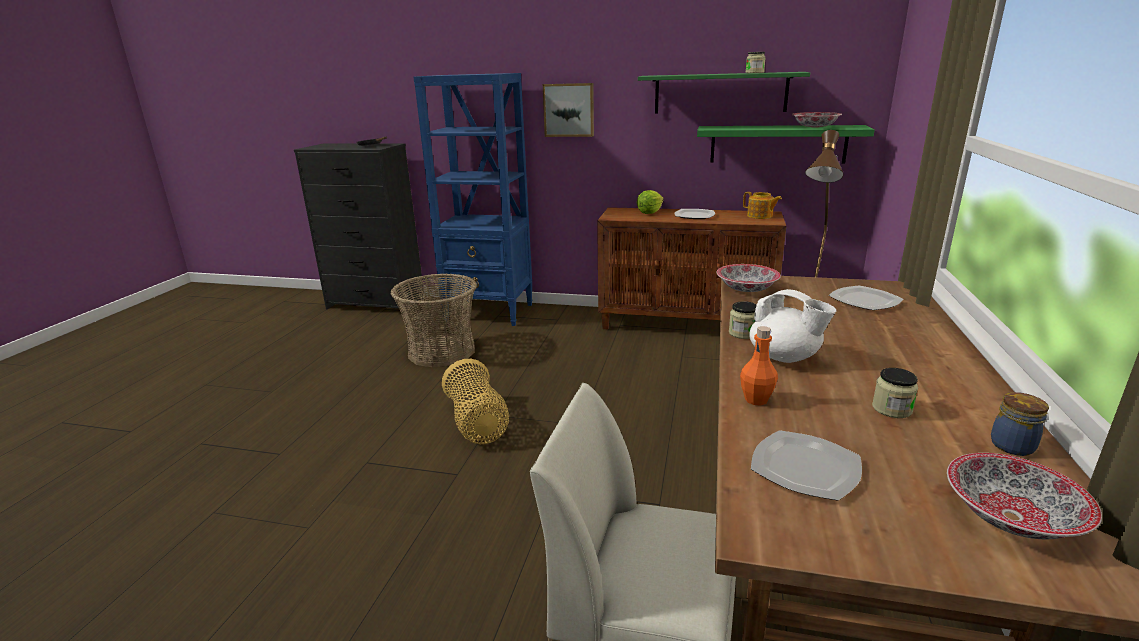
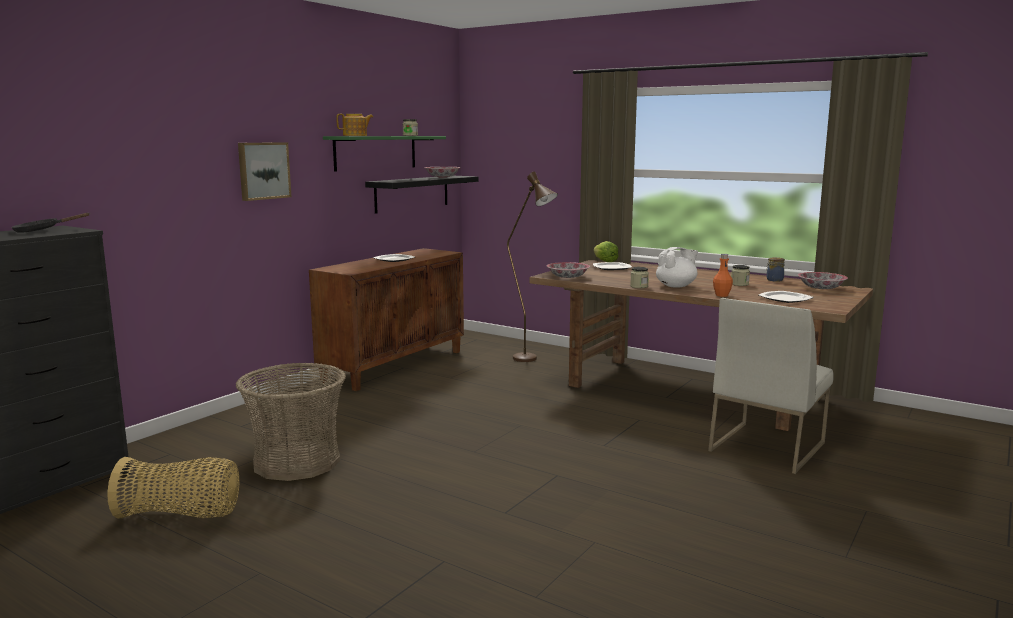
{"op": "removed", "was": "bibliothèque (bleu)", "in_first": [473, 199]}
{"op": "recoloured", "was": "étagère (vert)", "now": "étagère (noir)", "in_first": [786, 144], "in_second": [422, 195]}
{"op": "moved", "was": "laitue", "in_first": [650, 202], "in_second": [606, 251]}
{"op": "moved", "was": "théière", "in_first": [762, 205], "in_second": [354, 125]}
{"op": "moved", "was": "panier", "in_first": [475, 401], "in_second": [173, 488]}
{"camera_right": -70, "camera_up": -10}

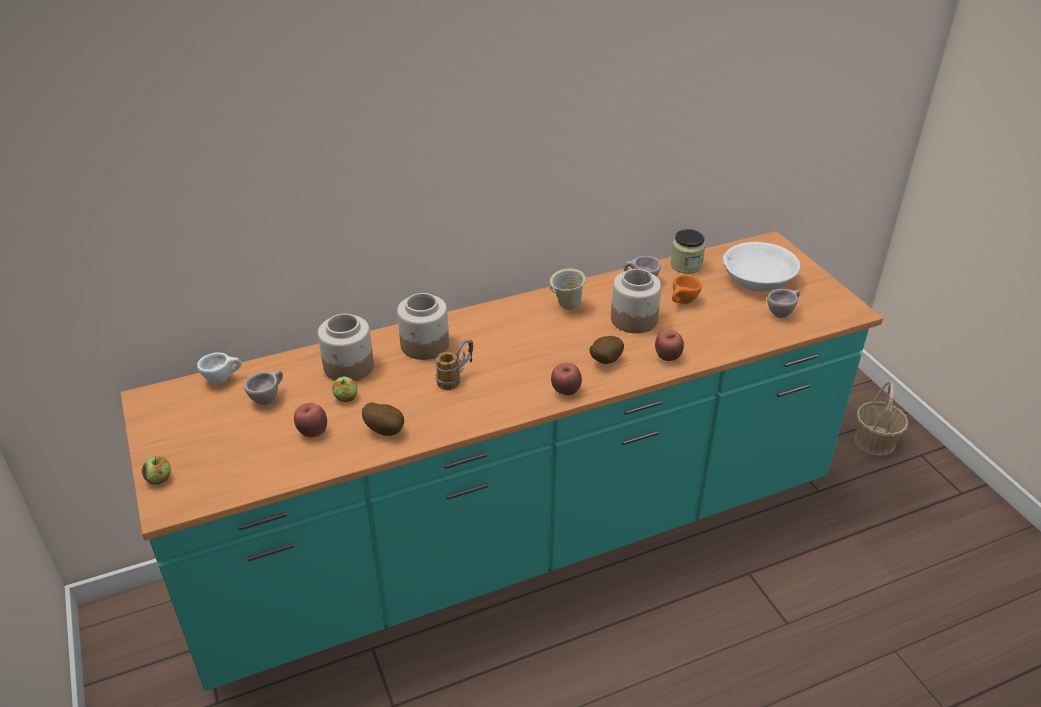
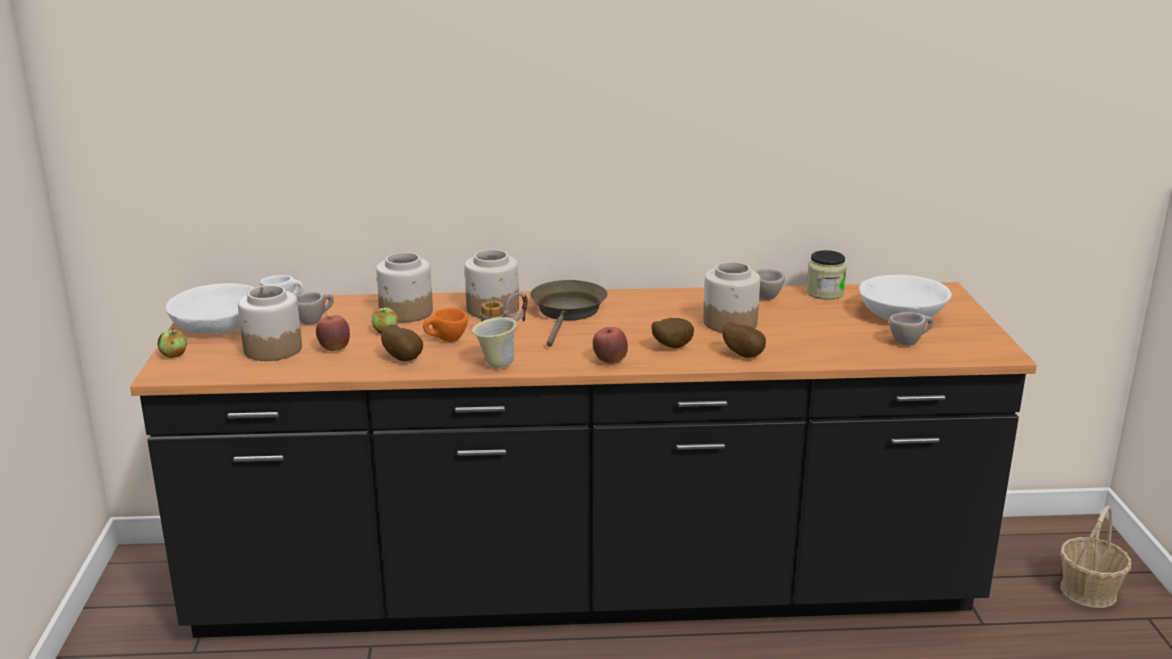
{"op": "recoloured", "was": "comptoir de cuisine (turquoise)", "now": "comptoir de cuisine (noir)", "in_first": [501, 461], "in_second": [583, 460]}
{"op": "moved", "was": "mug (beige)", "in_first": [568, 289], "in_second": [494, 343]}
{"op": "moved", "was": "tasse (orange)", "in_first": [687, 289], "in_second": [445, 325]}
{"op": "replaced", "was": "pomme", "now": "pomme de terre", "in_first": [669, 345], "in_second": [744, 340]}
{"op": "added", "now": "poêle (marron)", "in_second": [569, 313]}
{"op": "added", "now": "bol (blanc)", "in_second": [210, 308]}
{"op": "added", "now": "bocal", "in_second": [270, 323]}
{"camera_right": 20, "camera_up": -15}

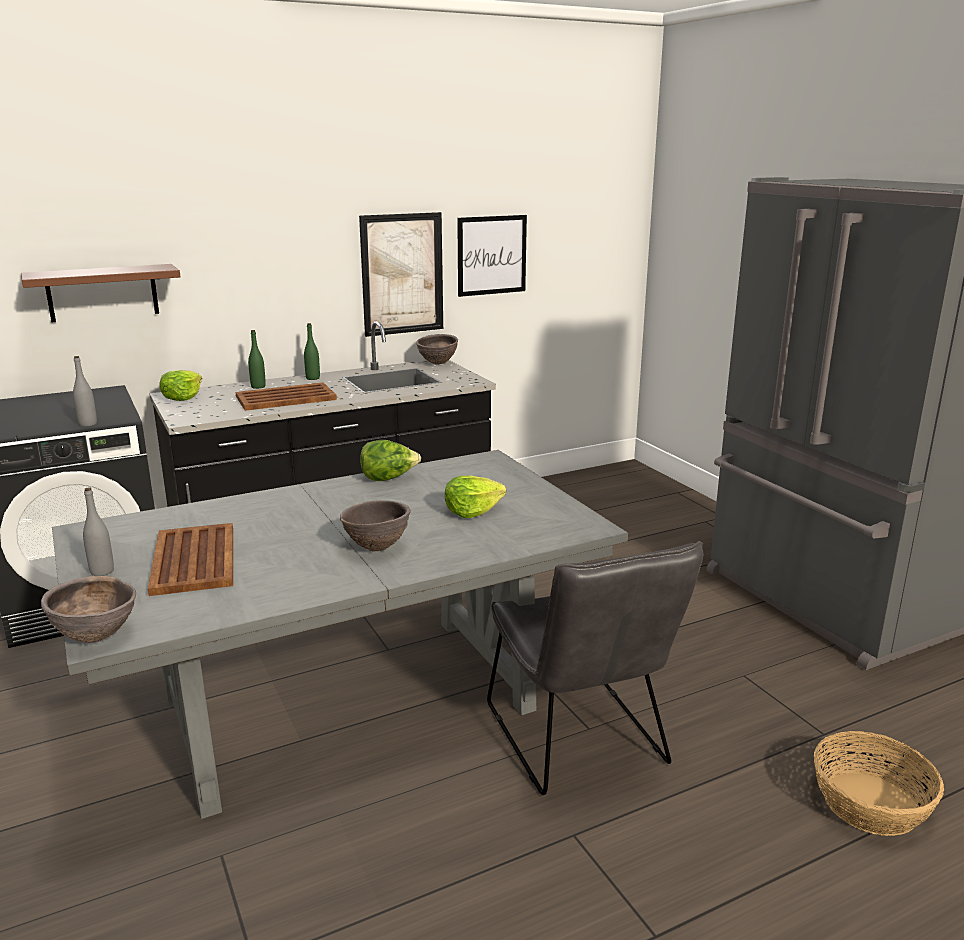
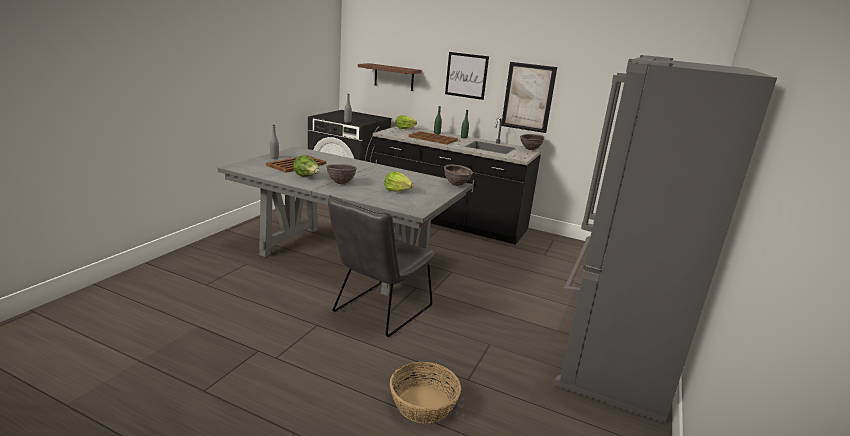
{"op": "moved", "was": "tableau", "in_first": [492, 256], "in_second": [467, 76]}
{"op": "moved", "was": "laitue", "in_first": [390, 460], "in_second": [306, 166]}
{"op": "moved", "was": "bol (marron)", "in_first": [88, 609], "in_second": [458, 175]}
{"camera_right": 50, "camera_up": 0}

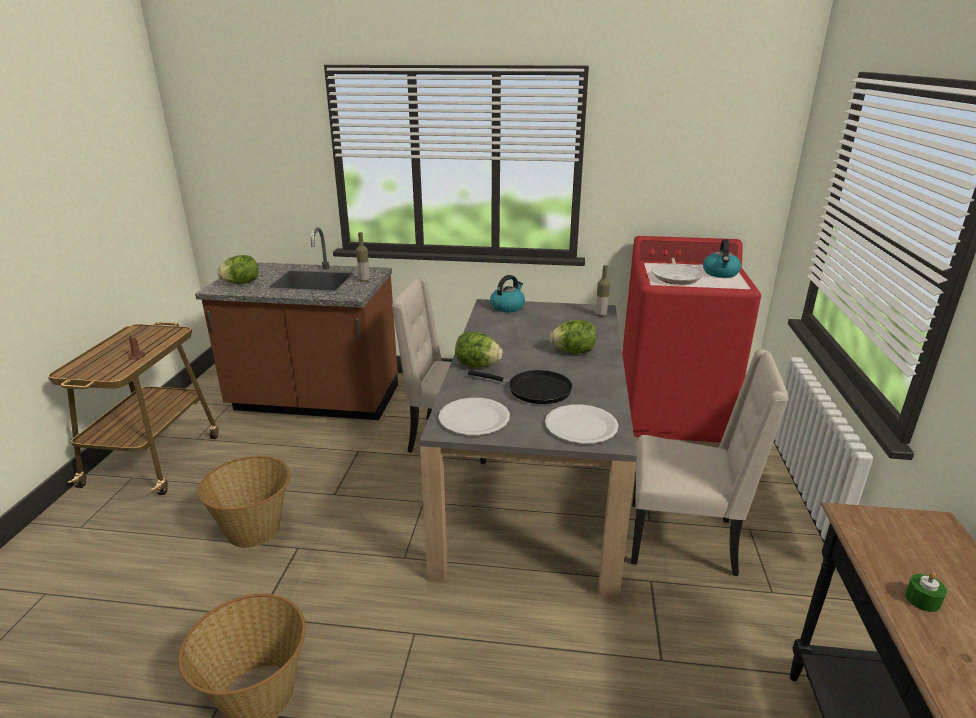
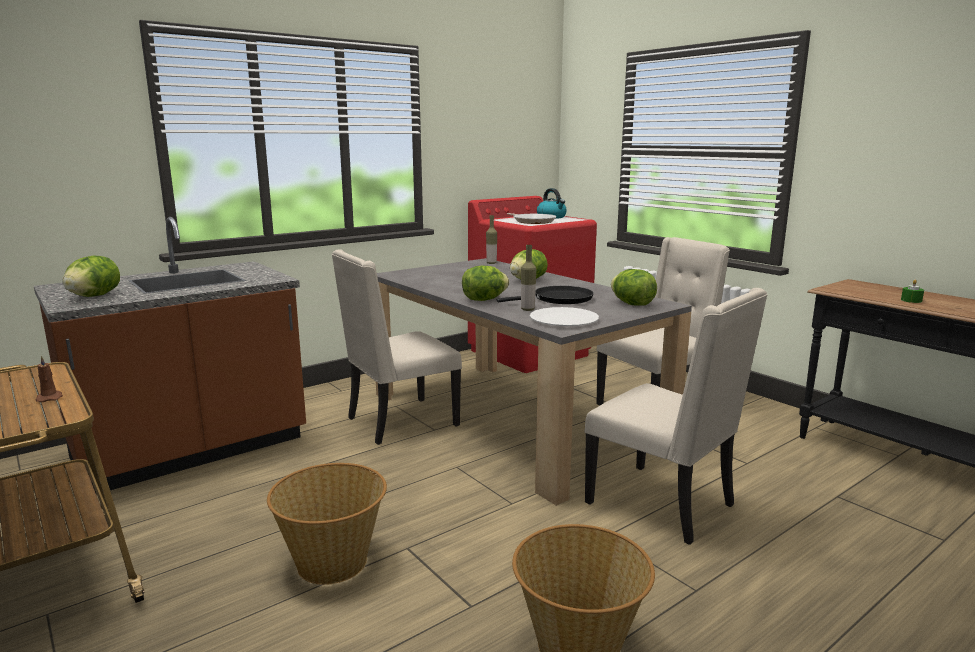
{"op": "moved", "was": "bouteille", "in_first": [363, 257], "in_second": [528, 278]}
{"op": "removed", "was": "bouilloire", "in_first": [507, 293]}
{"op": "replaced", "was": "assiette (blanc)", "now": "laitue", "in_first": [582, 424], "in_second": [634, 287]}
{"op": "added", "now": "chaise (beige)", "in_second": [676, 416]}
{"camera_right": -45, "camera_up": -10}

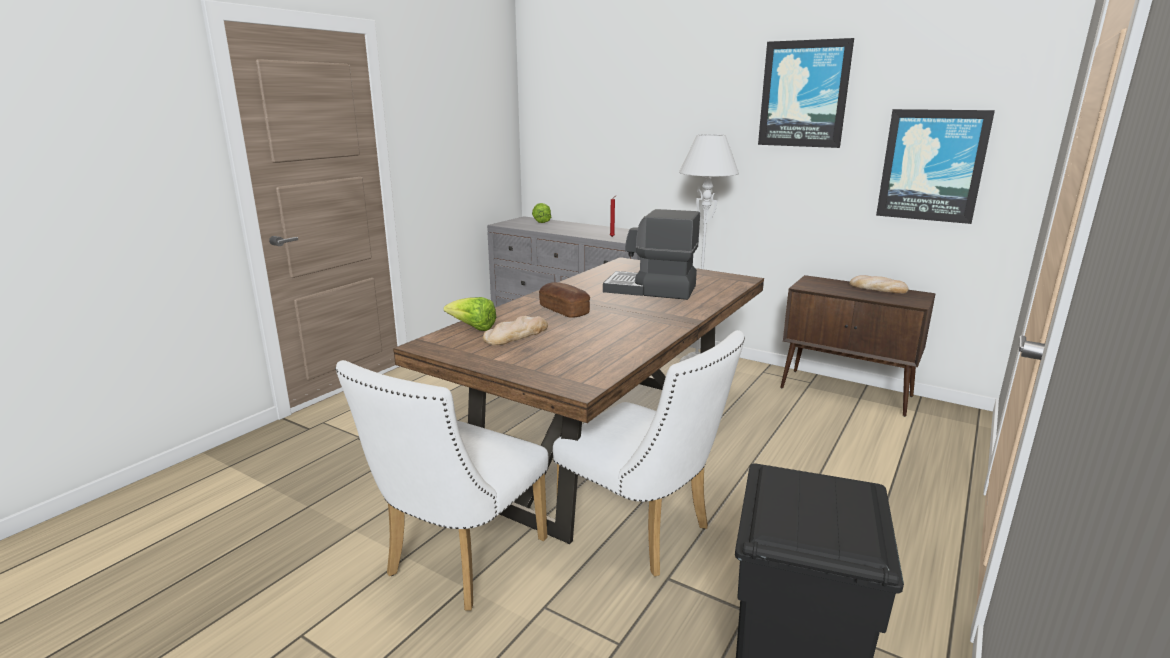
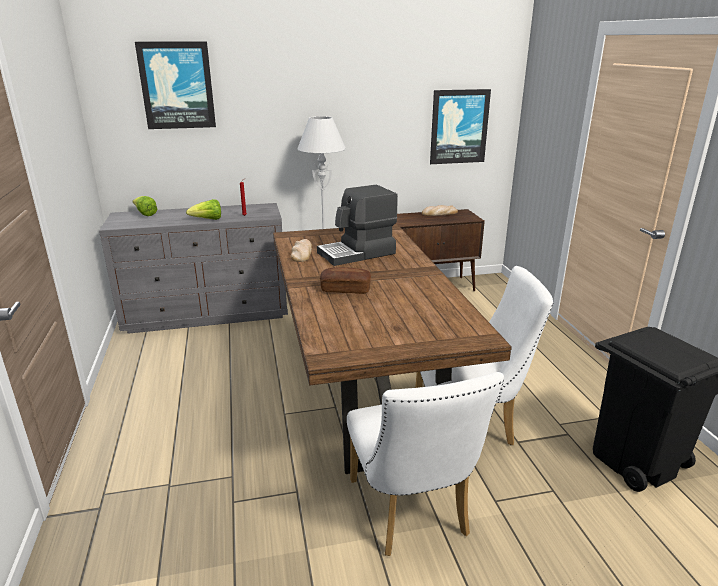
{"op": "moved", "was": "tableau", "in_first": [806, 93], "in_second": [175, 85]}
{"op": "moved", "was": "laitue", "in_first": [470, 314], "in_second": [203, 209]}
{"op": "moved", "was": "pain", "in_first": [515, 330], "in_second": [301, 250]}
{"camera_right": -45, "camera_up": 5}

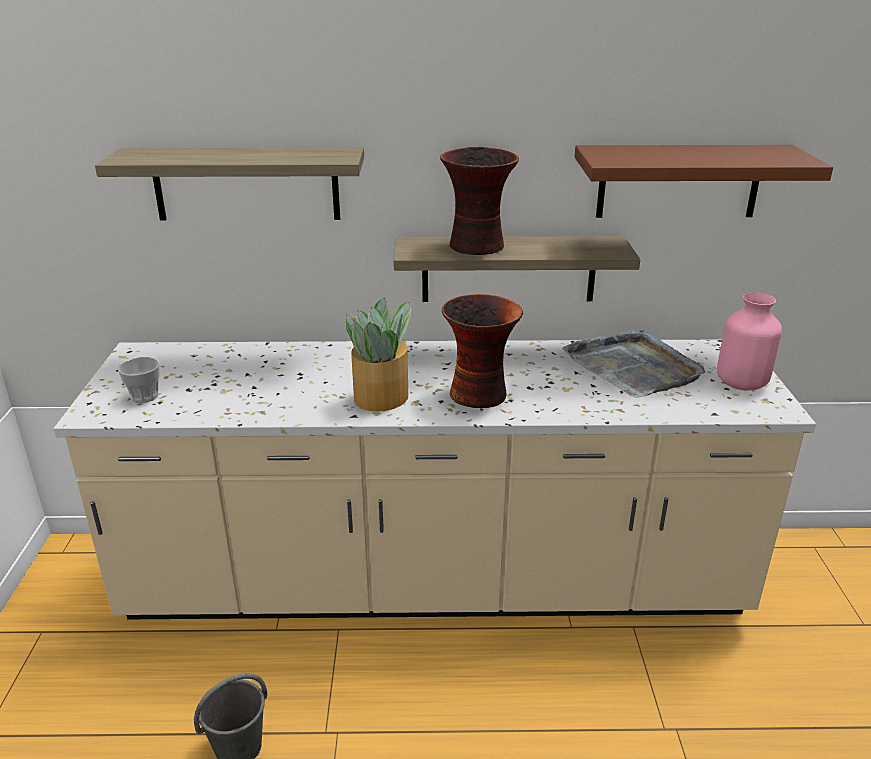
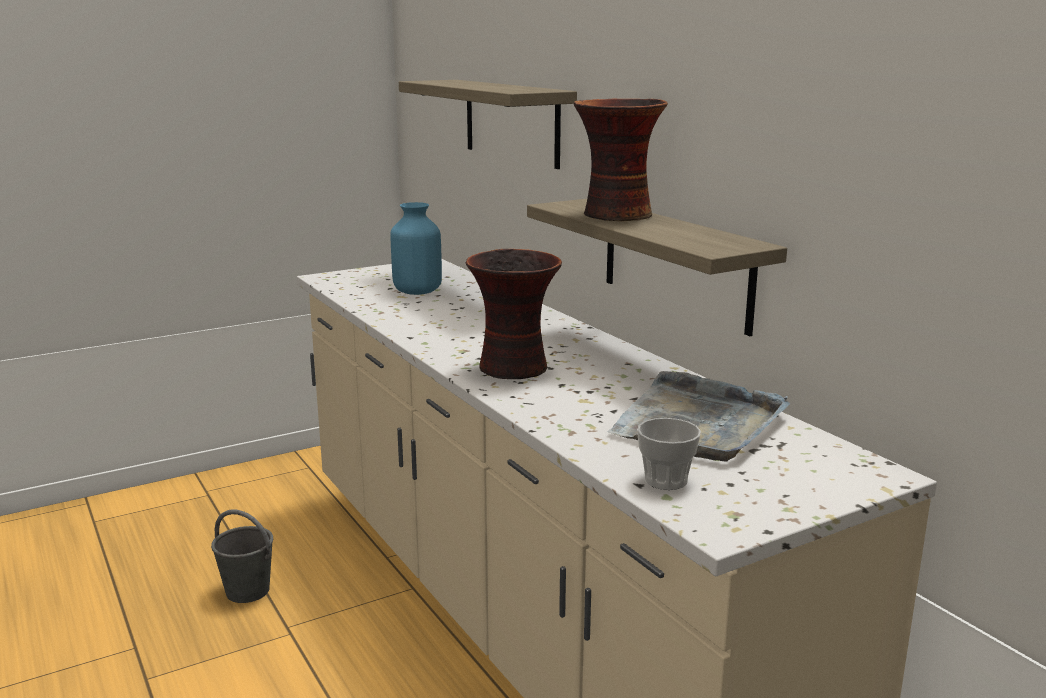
{"op": "removed", "was": "étagère (marron)", "in_first": [704, 181]}
{"op": "removed", "was": "vase (rose)", "in_first": [749, 342]}
{"op": "removed", "was": "plante en pot", "in_first": [379, 355]}
{"op": "moved", "was": "tasse", "in_first": [139, 380], "in_second": [669, 454]}
{"op": "added", "now": "vase (bleu)", "in_second": [416, 248]}
{"camera_right": 60, "camera_up": -10}

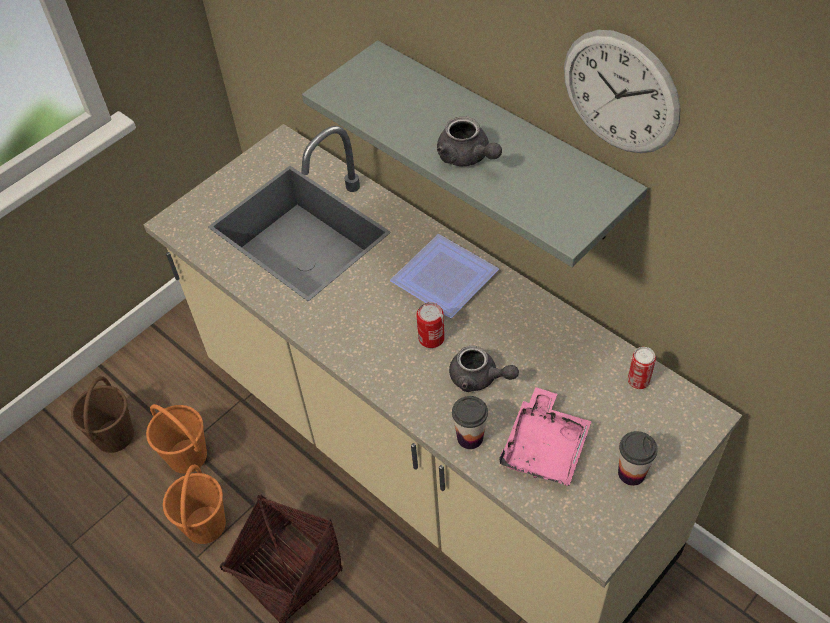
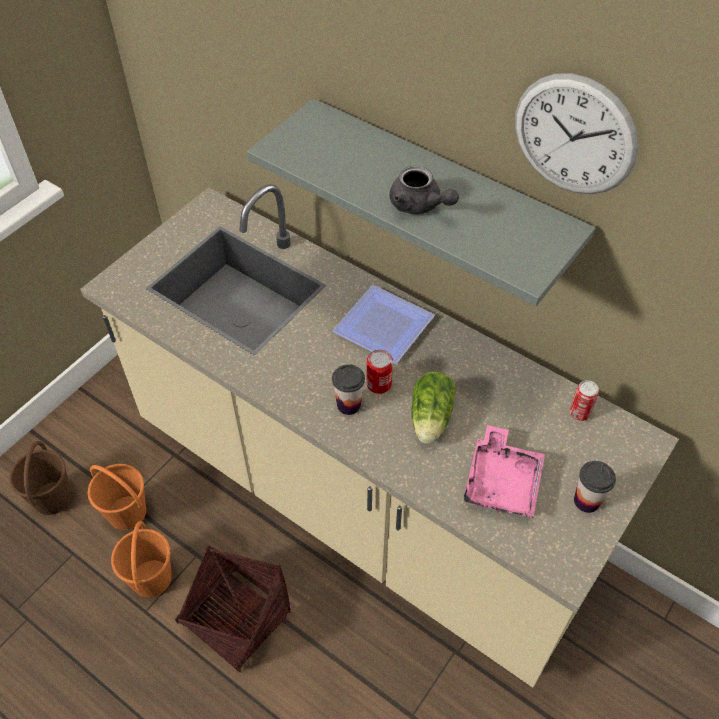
{"op": "replaced", "was": "théière (gris)", "now": "laitue", "in_first": [484, 369], "in_second": [433, 408]}
{"op": "moved", "was": "tasse", "in_first": [470, 422], "in_second": [348, 389]}
{"camera_right": -10, "camera_up": 0}

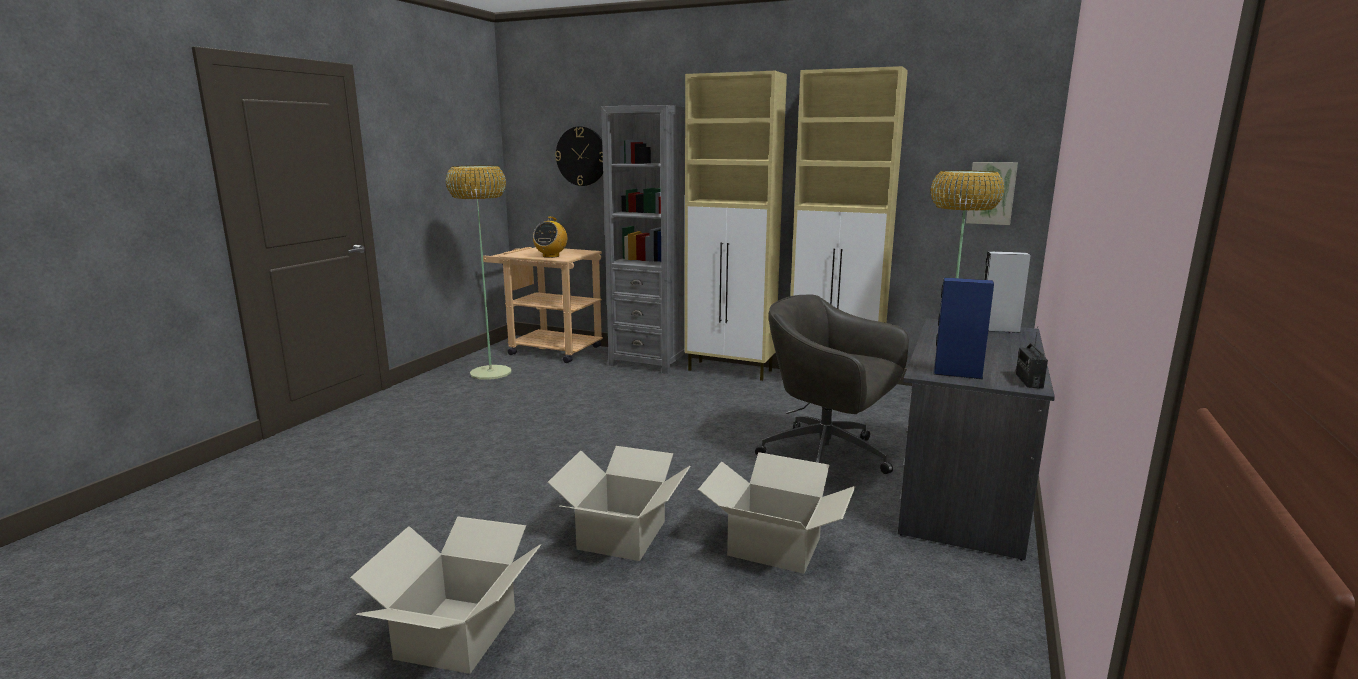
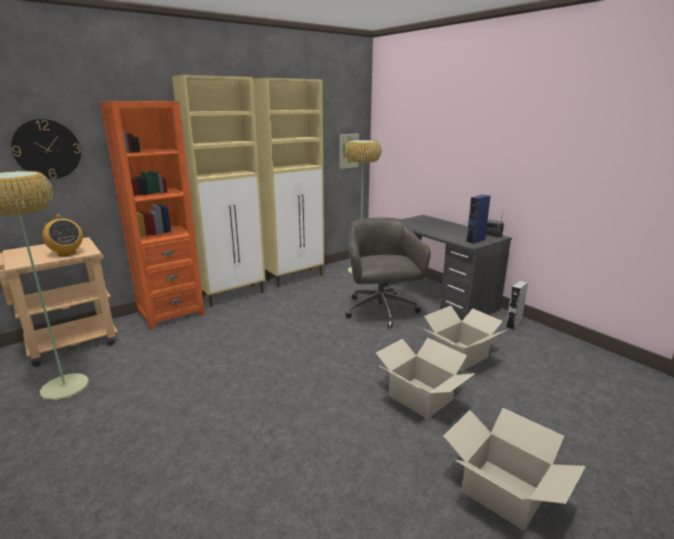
{"op": "recoloured", "was": "bibliothèque (gris)", "now": "bibliothèque (orange)", "in_first": [644, 239], "in_second": [152, 215]}
{"op": "moved", "was": "enceinte (gris)", "in_first": [1007, 292], "in_second": [516, 305]}
{"op": "turned", "was": "chaise de bureau (gris)", "in_first": [832, 384], "in_second": [388, 272], "clockwise": 105}
{"camera_right": -60, "camera_up": 5}

